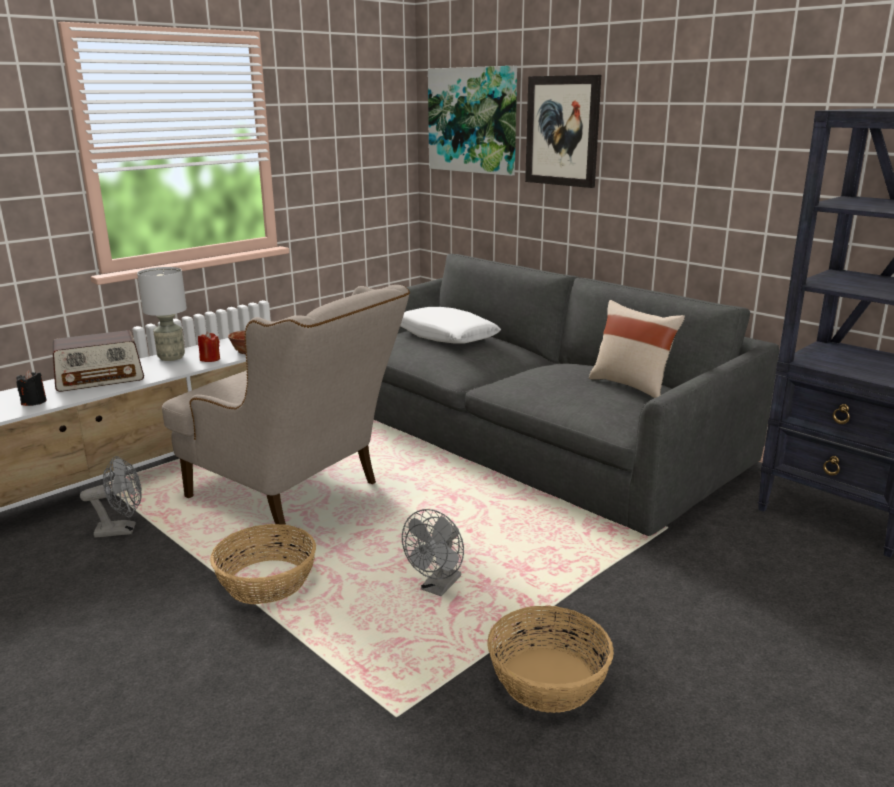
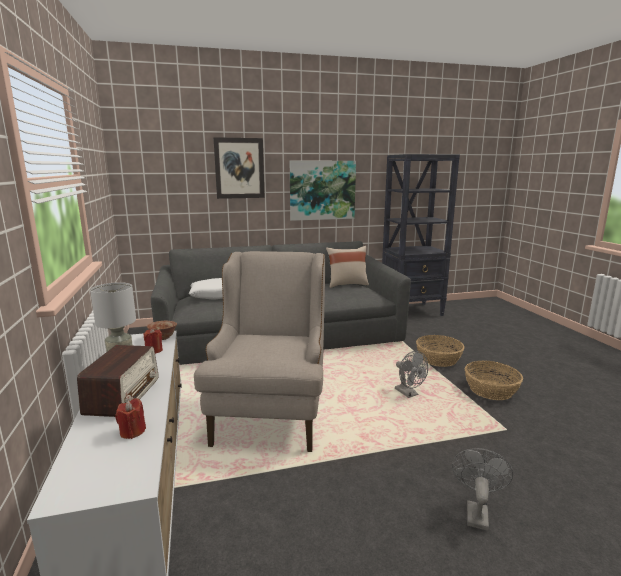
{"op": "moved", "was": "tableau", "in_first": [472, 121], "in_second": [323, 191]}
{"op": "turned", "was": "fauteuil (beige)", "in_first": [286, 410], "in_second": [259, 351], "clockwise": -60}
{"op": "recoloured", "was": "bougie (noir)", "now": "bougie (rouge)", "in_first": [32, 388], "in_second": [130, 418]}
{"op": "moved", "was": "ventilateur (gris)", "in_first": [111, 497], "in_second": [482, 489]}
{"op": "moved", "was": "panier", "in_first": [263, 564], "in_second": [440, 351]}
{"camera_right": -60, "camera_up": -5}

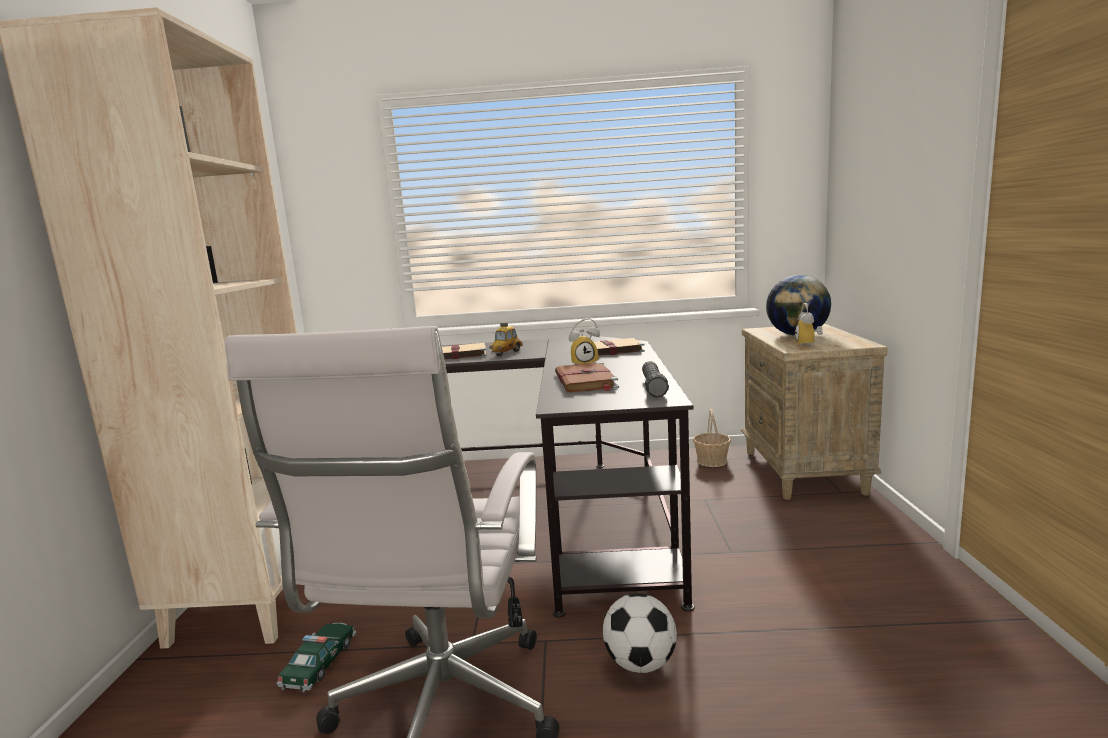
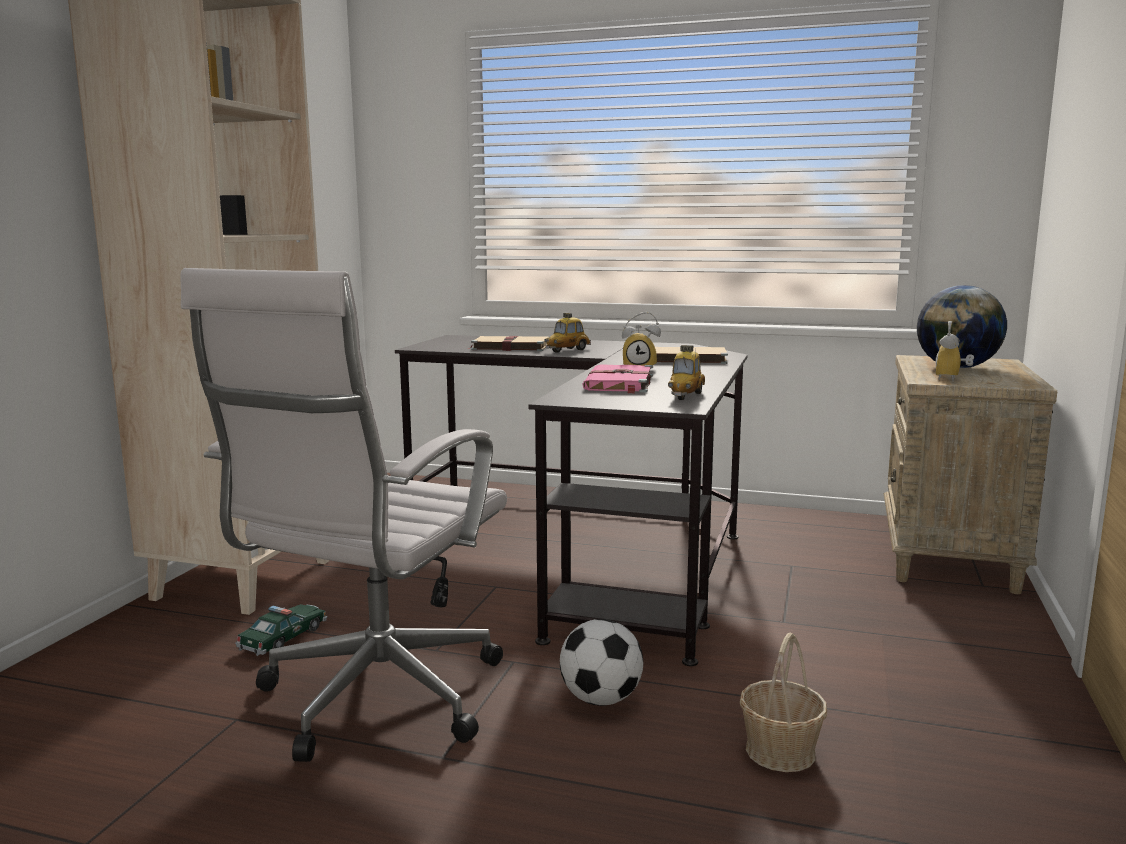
{"op": "replaced", "was": "lampe de poche (noir)", "now": "petite voiture", "in_first": [655, 379], "in_second": [686, 372]}
{"op": "recoloured", "was": "livre (marron)", "now": "livre (rose)", "in_first": [587, 377], "in_second": [617, 379]}
{"op": "moved", "was": "panier", "in_first": [712, 438], "in_second": [783, 702]}
{"camera_right": 15, "camera_up": 0}

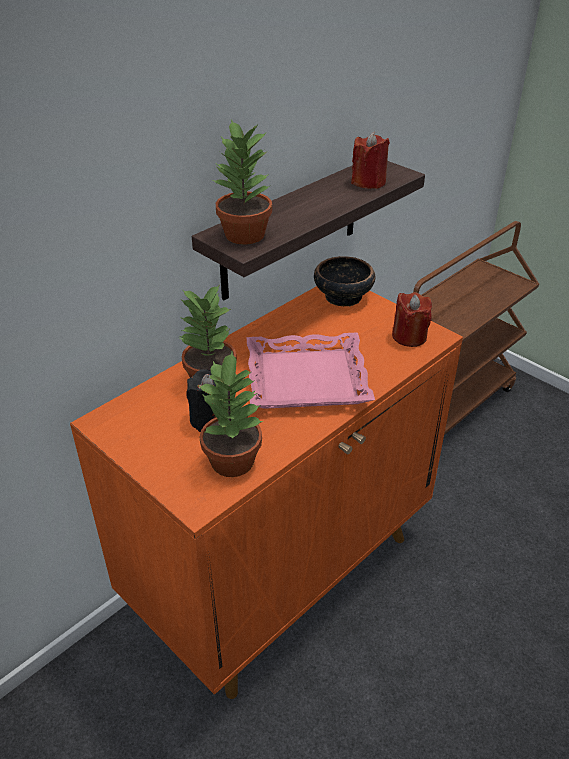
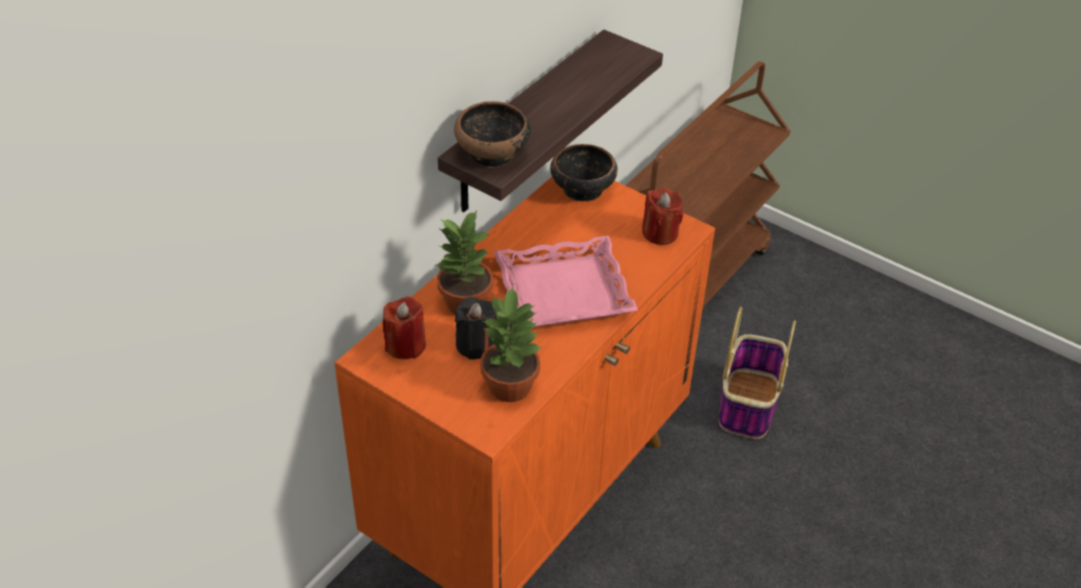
{"op": "replaced", "was": "plante en pot", "now": "bol", "in_first": [242, 182], "in_second": [492, 134]}
{"op": "moved", "was": "bougie (rouge)", "in_first": [370, 160], "in_second": [404, 327]}
{"op": "added", "now": "panier", "in_second": [757, 373]}
{"camera_right": -10, "camera_up": 5}

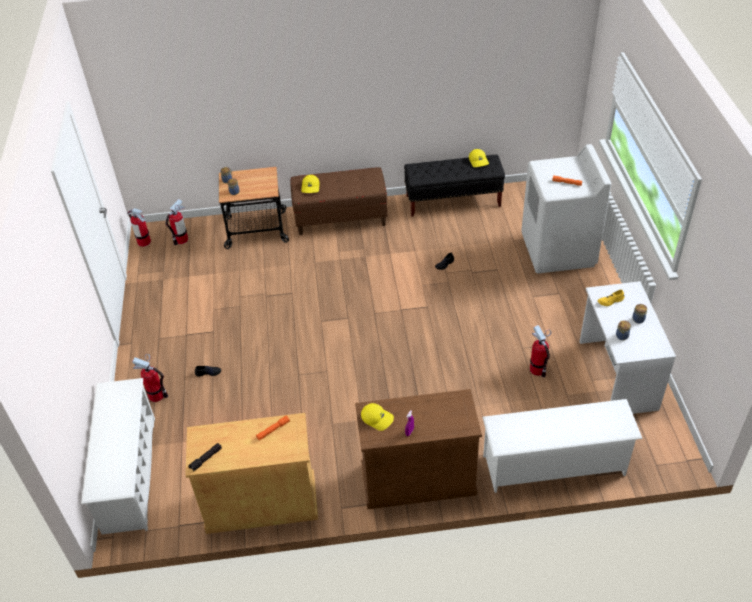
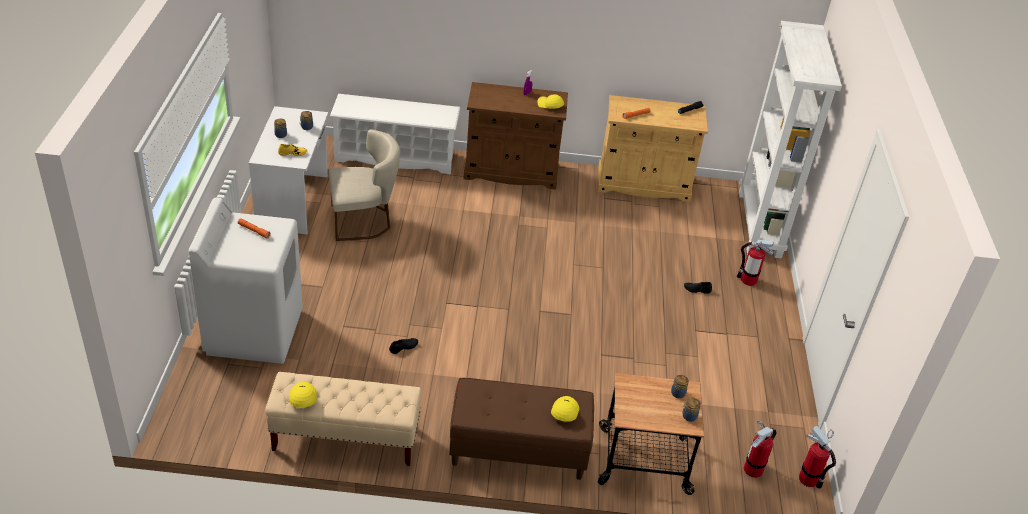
{"op": "recoloured", "was": "banc (noir)", "now": "banc (beige)", "in_first": [454, 186], "in_second": [343, 419]}
{"op": "replaced", "was": "extincteur", "now": "chaise (beige)", "in_first": [541, 351], "in_second": [364, 185]}
{"op": "replaced", "was": "étagère à chaussures (blanc)", "now": "bibliothèque (blanc)", "in_first": [118, 456], "in_second": [790, 139]}
{"camera_right": -175, "camera_up": -5}

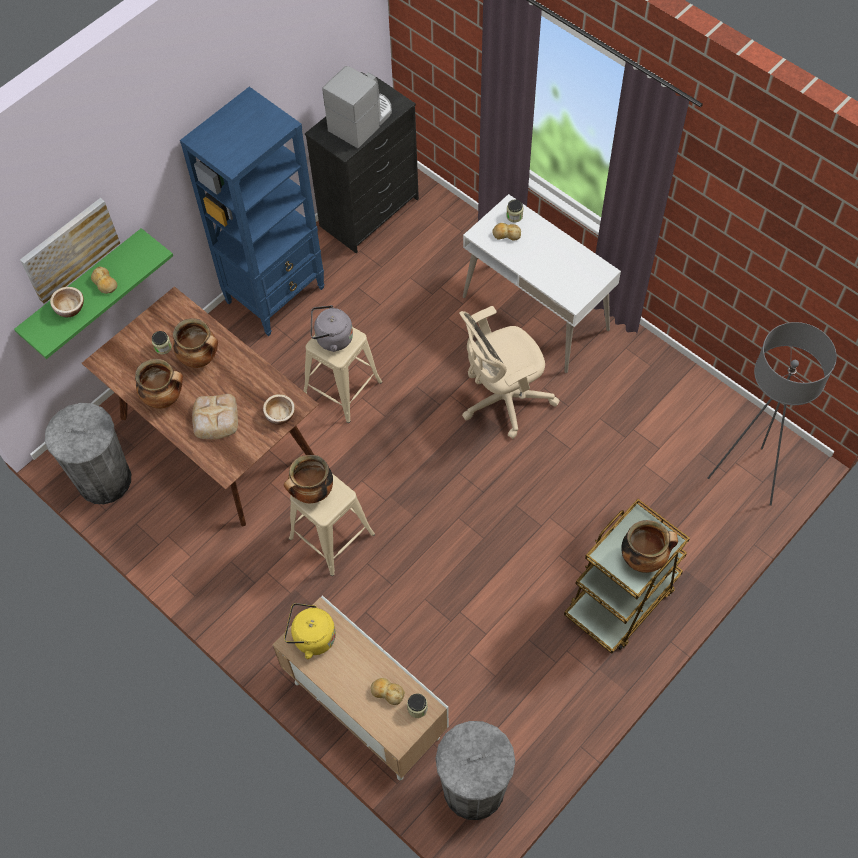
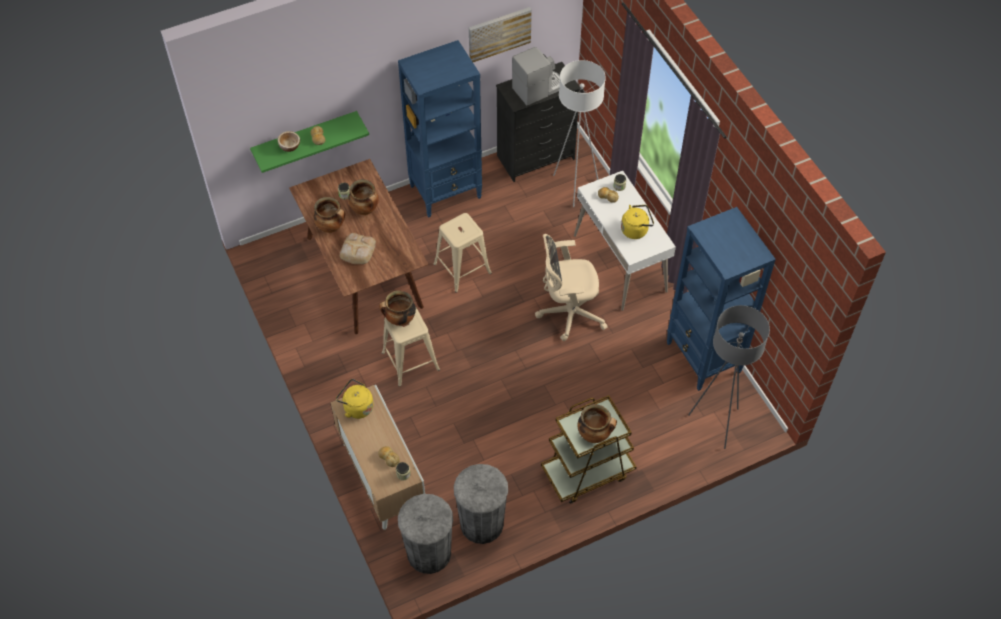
{"op": "moved", "was": "tableau", "in_first": [70, 250], "in_second": [500, 34]}
{"op": "removed", "was": "bouilloire (gris)", "in_first": [332, 328]}
{"op": "removed", "was": "bol", "in_first": [279, 409]}
{"op": "moved", "was": "poubelle (gris)", "in_first": [88, 453], "in_second": [481, 504]}
{"op": "added", "now": "lampadaire (blanc)", "in_second": [579, 133]}
{"op": "added", "now": "bouilloire (jaune)", "in_second": [637, 222]}
{"op": "added", "now": "bibliothèque (bleu)", "in_second": [721, 299]}
{"camera_right": 20, "camera_up": -5}

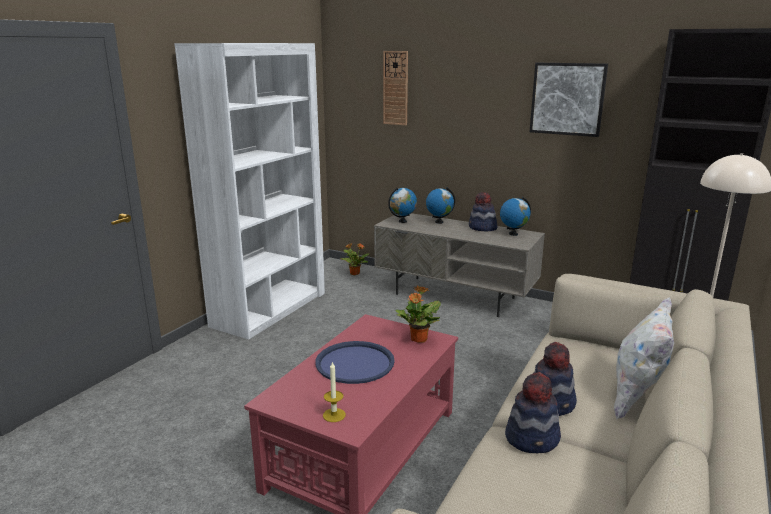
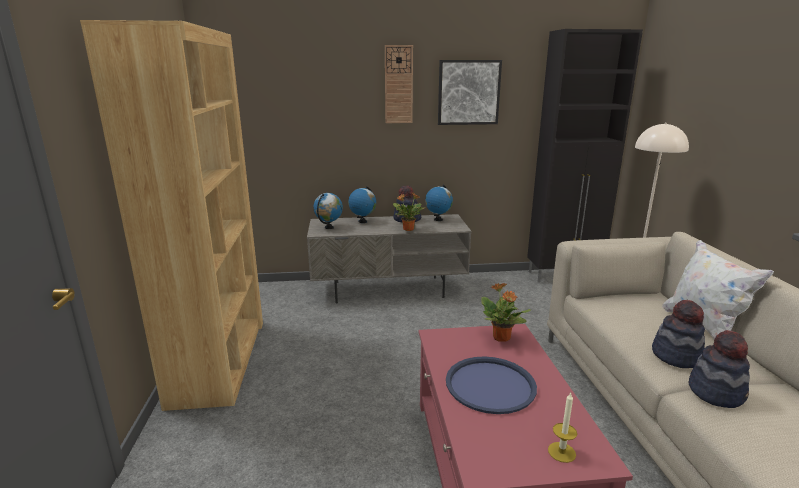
{"op": "recoloured", "was": "bibliothèque (blanc)", "now": "bibliothèque (marron)", "in_first": [249, 191], "in_second": [171, 215]}
{"op": "moved", "was": "horloge murale", "in_first": [395, 88], "in_second": [399, 84]}
{"op": "moved", "was": "plante en pot", "in_first": [354, 259], "in_second": [409, 212]}
{"camera_right": -35, "camera_up": 0}

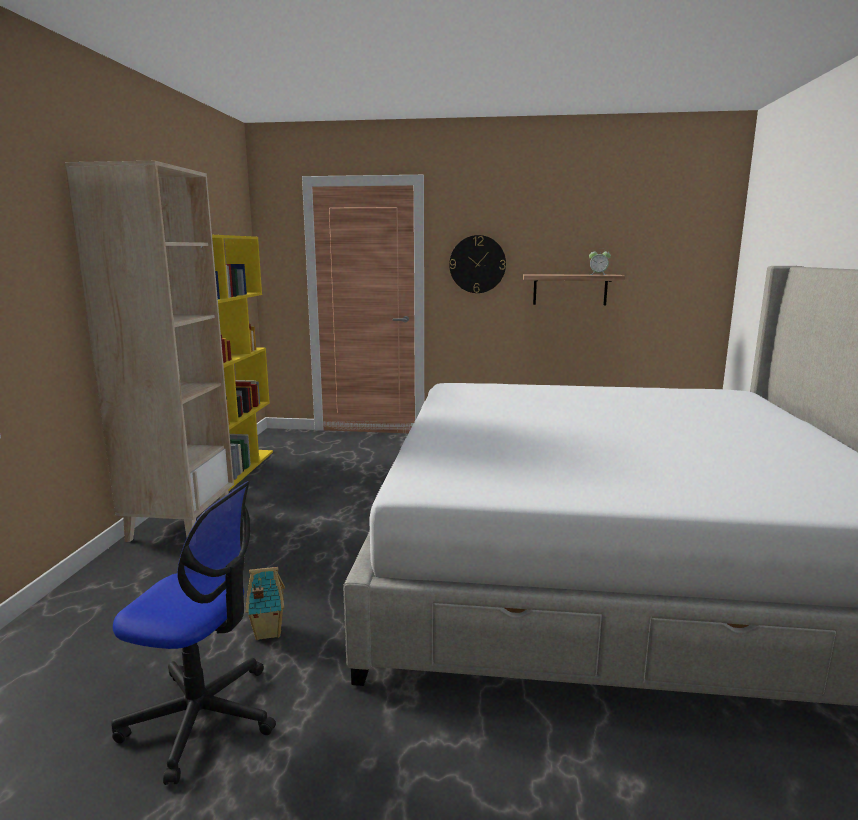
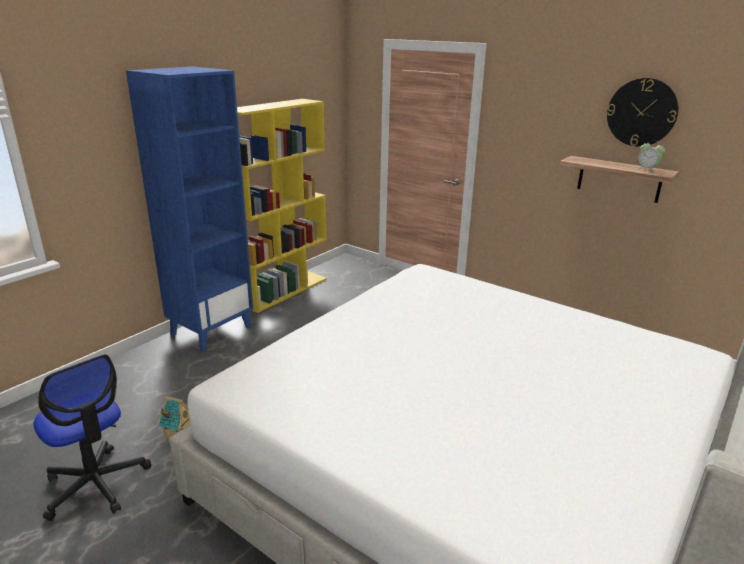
{"op": "recoloured", "was": "bibliothèque (beige)", "now": "bibliothèque (bleu)", "in_first": [149, 351], "in_second": [189, 209]}
{"op": "moved", "was": "horloge murale", "in_first": [477, 264], "in_second": [642, 112]}
{"camera_right": 30, "camera_up": 10}

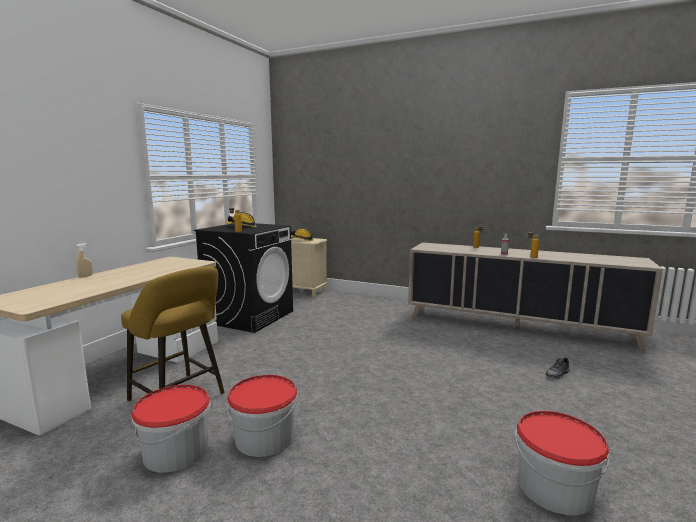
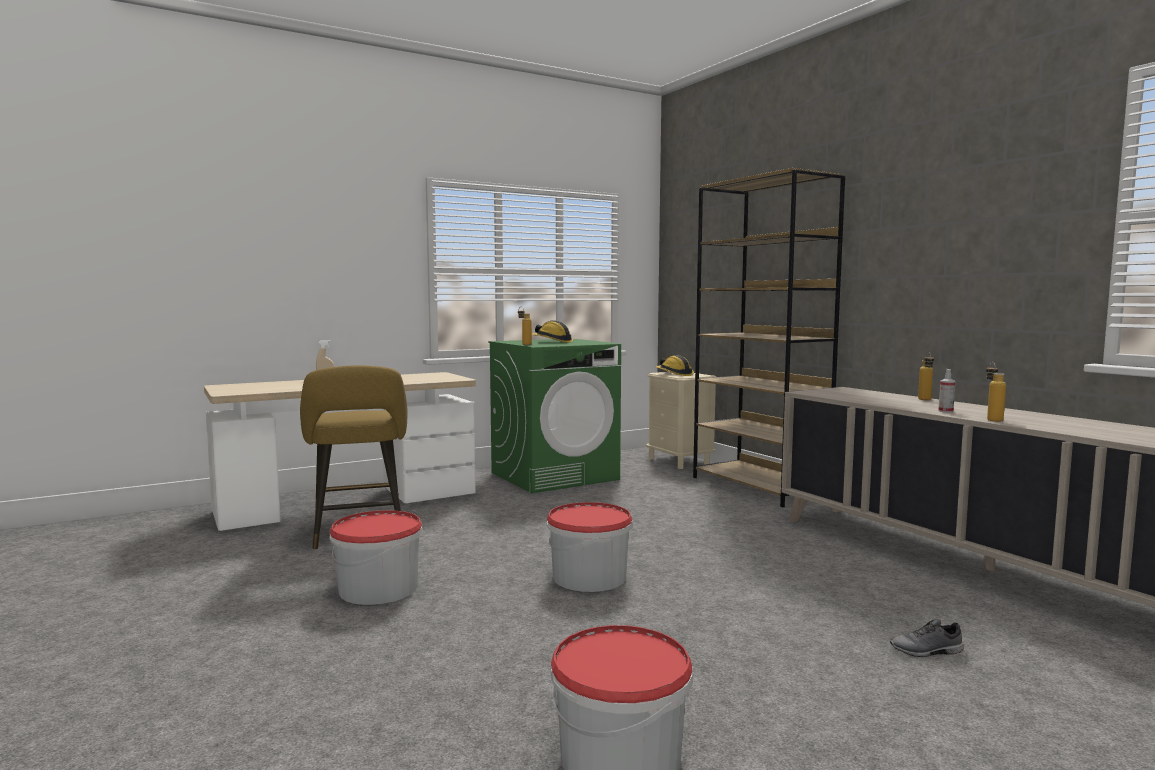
{"op": "recoloured", "was": "lave-linge (noir)", "now": "lave-linge (vert)", "in_first": [243, 278], "in_second": [554, 416]}
{"op": "moved", "was": "seau", "in_first": [171, 429], "in_second": [590, 547]}
{"op": "added", "now": "bibliothèque (marron)", "in_second": [769, 337]}
{"camera_right": 35, "camera_up": -5}

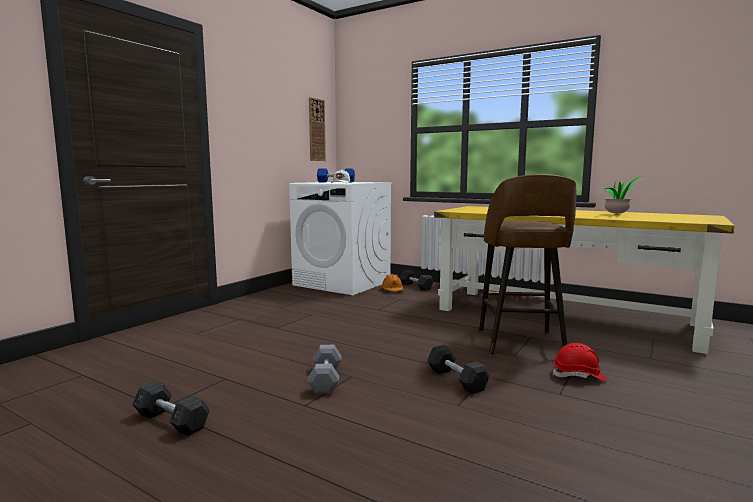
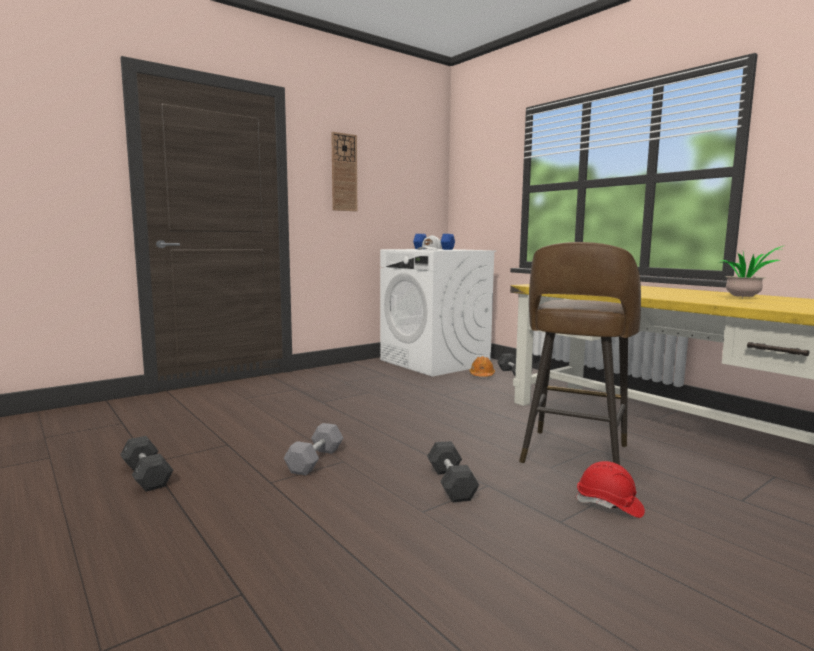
{"op": "moved", "was": "horloge murale", "in_first": [317, 129], "in_second": [344, 171]}
{"camera_right": 20, "camera_up": 0}

